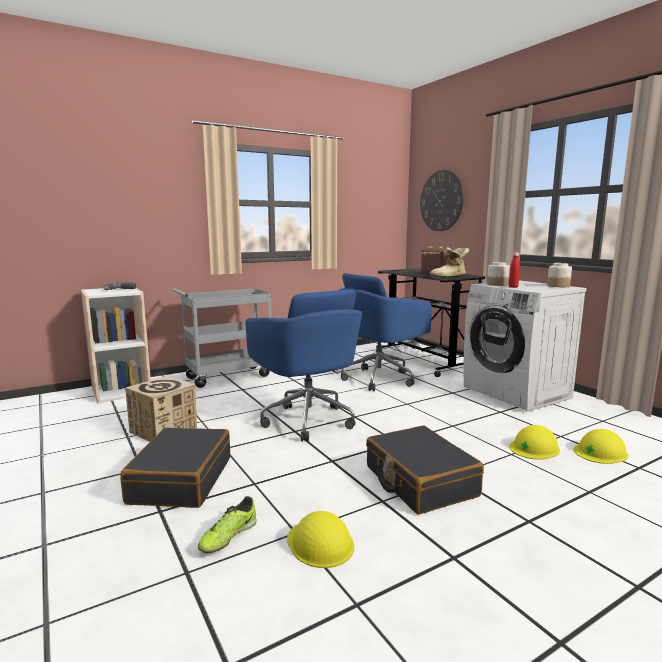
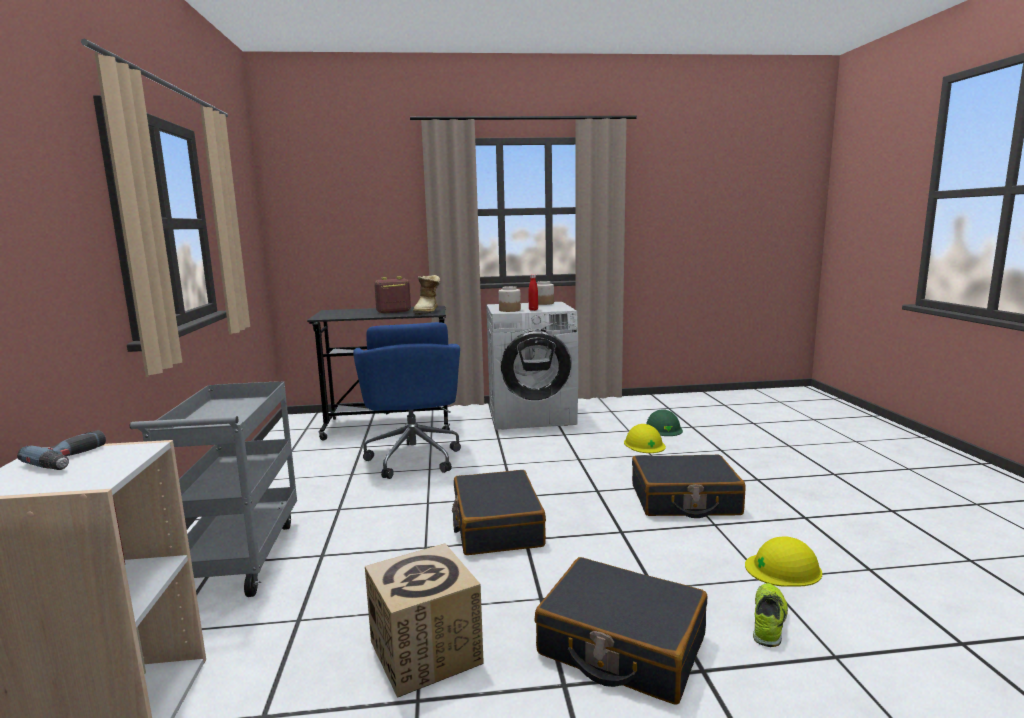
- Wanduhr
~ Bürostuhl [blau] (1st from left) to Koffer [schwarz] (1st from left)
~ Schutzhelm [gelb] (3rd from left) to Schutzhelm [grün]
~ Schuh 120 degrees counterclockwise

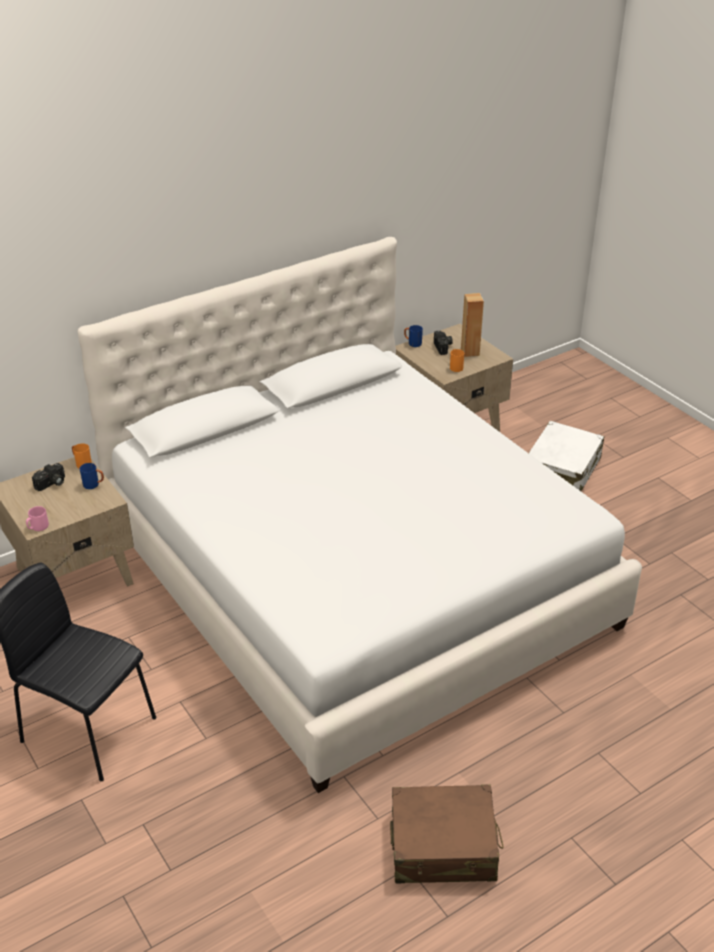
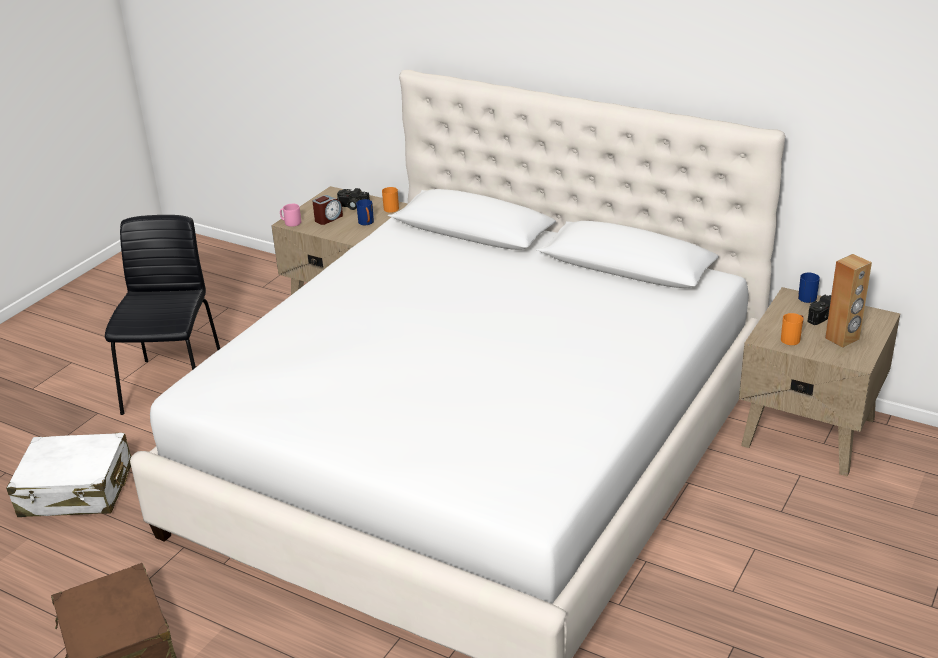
~ Koffer [weiß]
+ Wecker

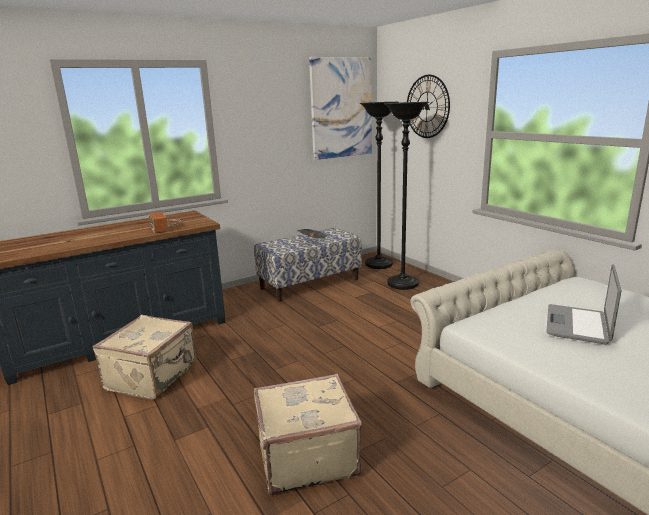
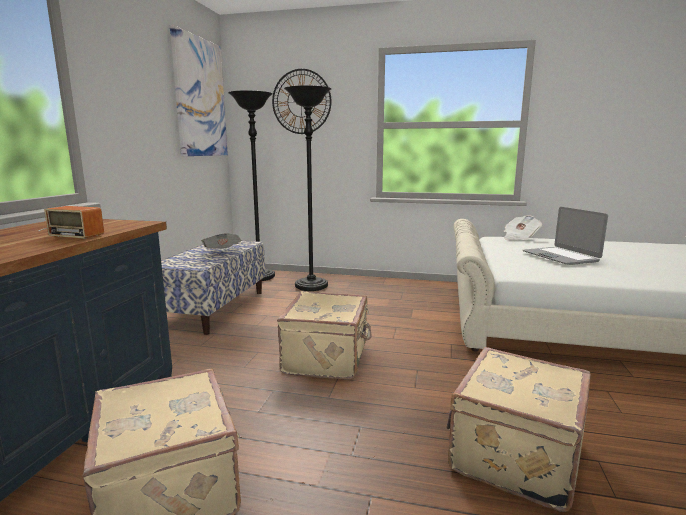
+ Zeitung (2nd from left)
+ Koffer [beige] (2nd from left)

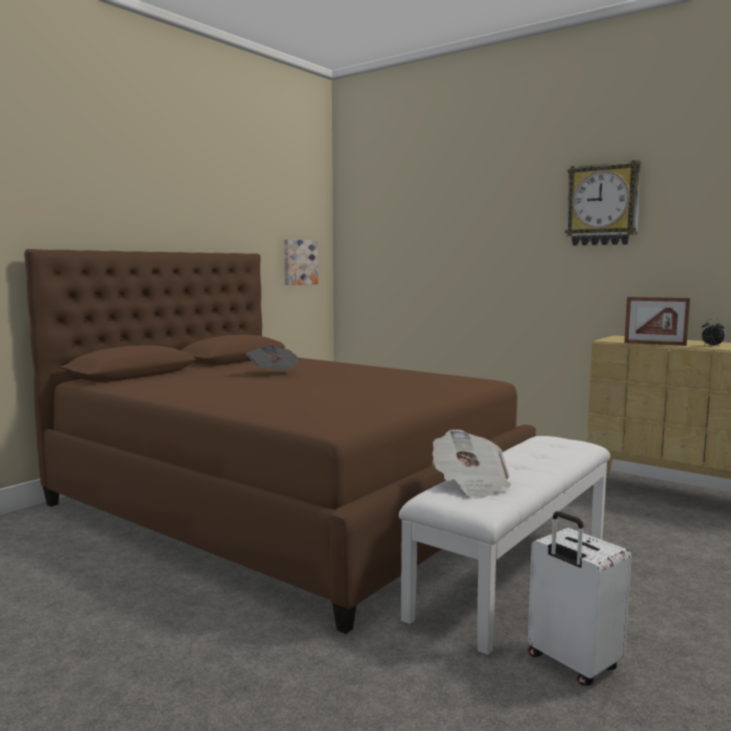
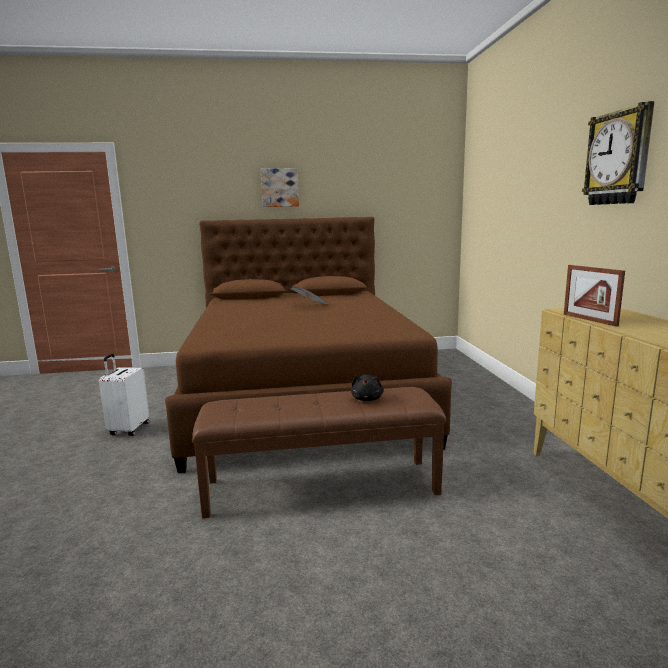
~ Bild
- Wecker
- Zeitung (2nd from left)
~ Bank [weiß] to Bank [braun]
~ Koffer [weiß]
+ Plüschtier [schwarz]

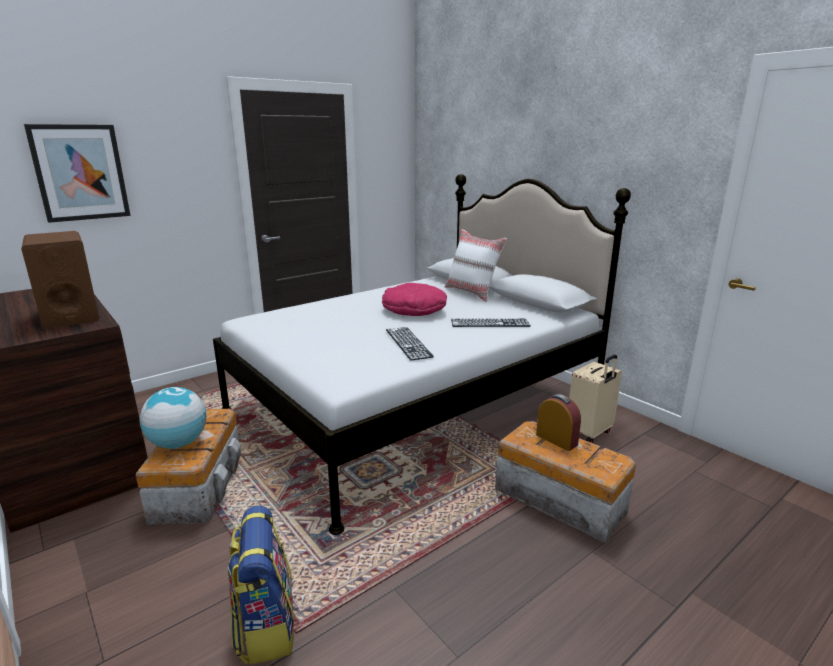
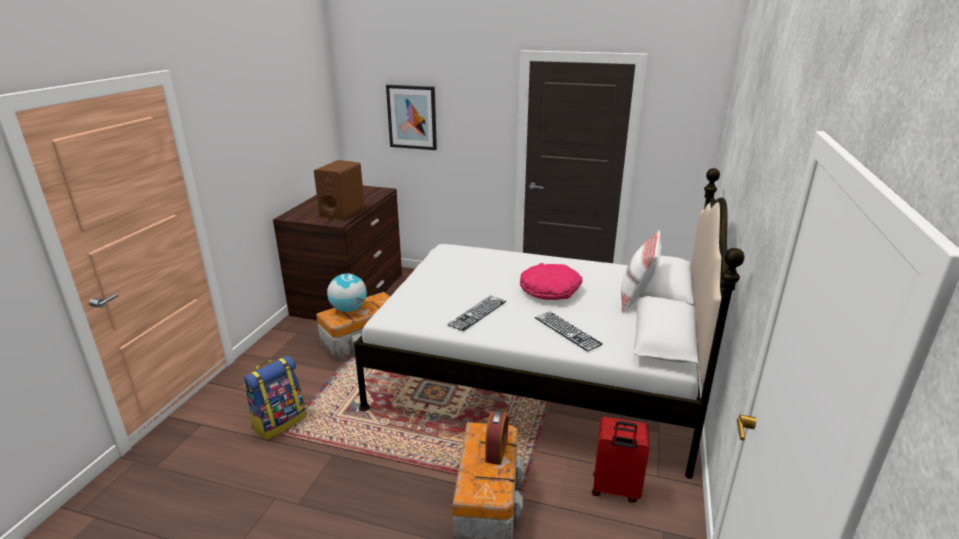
~ Koffer [beige] to Koffer [rot]

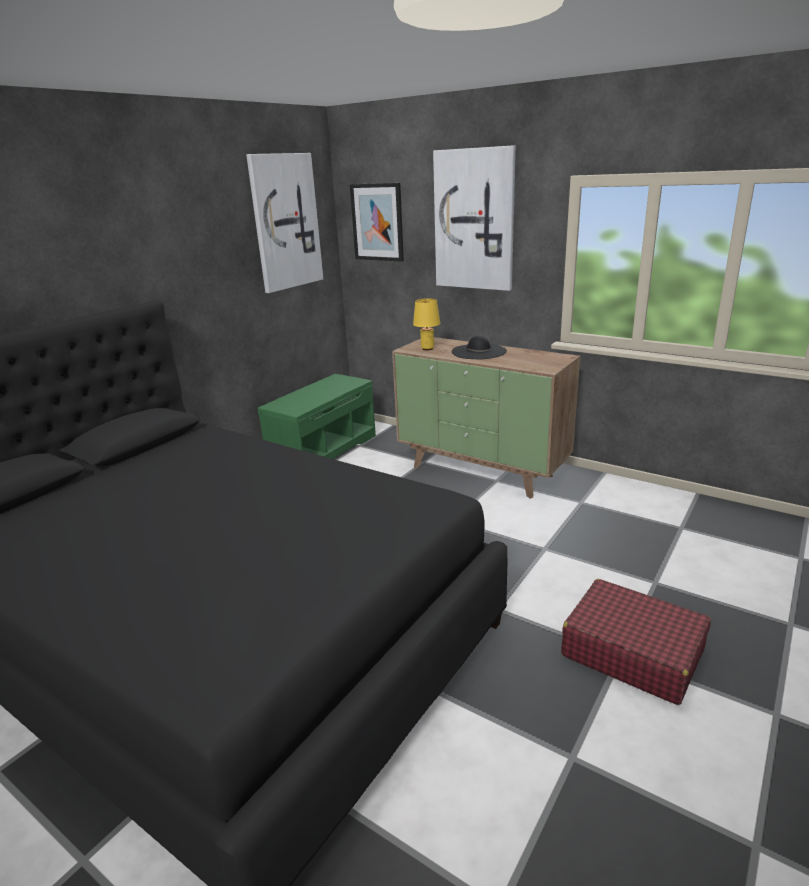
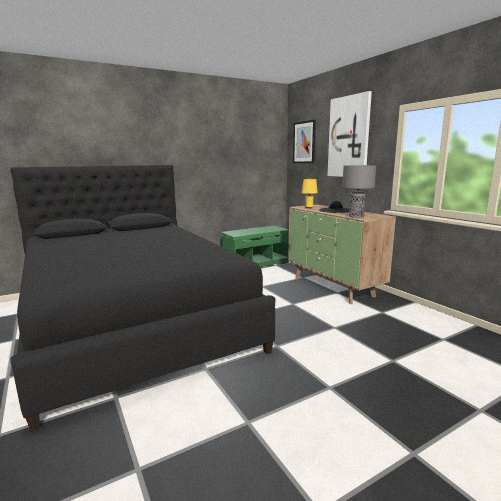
- Bild (1st from left)
- Koffer [rot]
+ Tischlampe [grau]

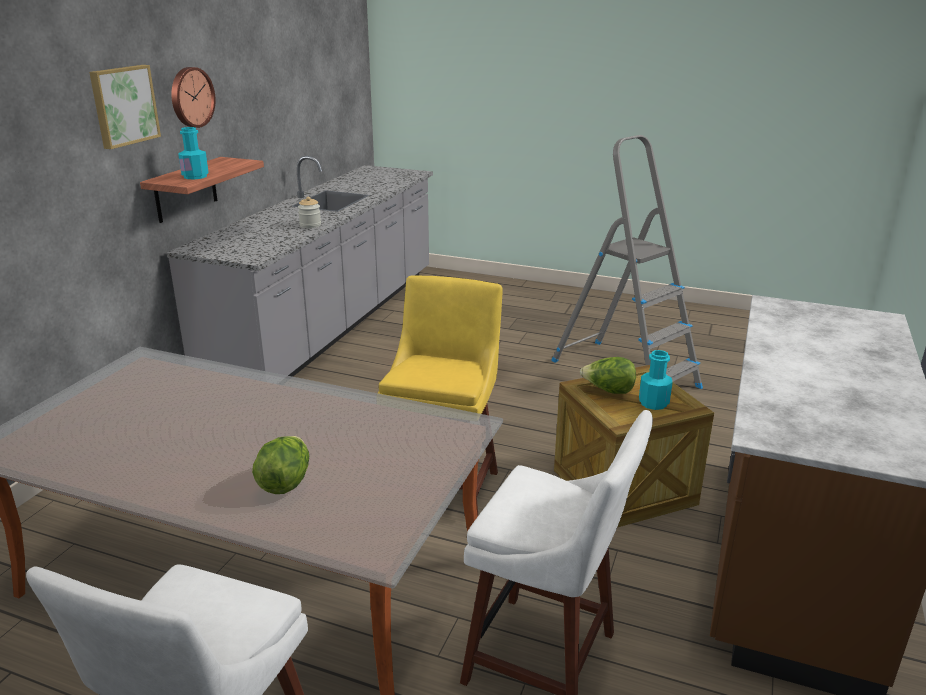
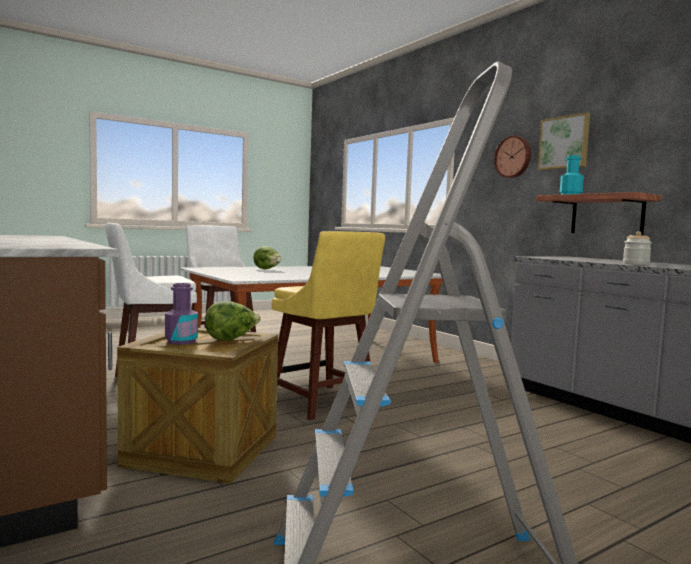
~ Wanduhr
~ Flasche [türkis] (2nd from left) to Flasche [lila]

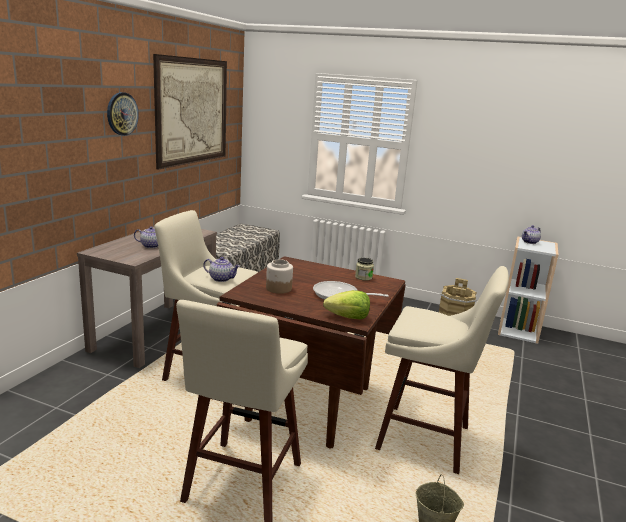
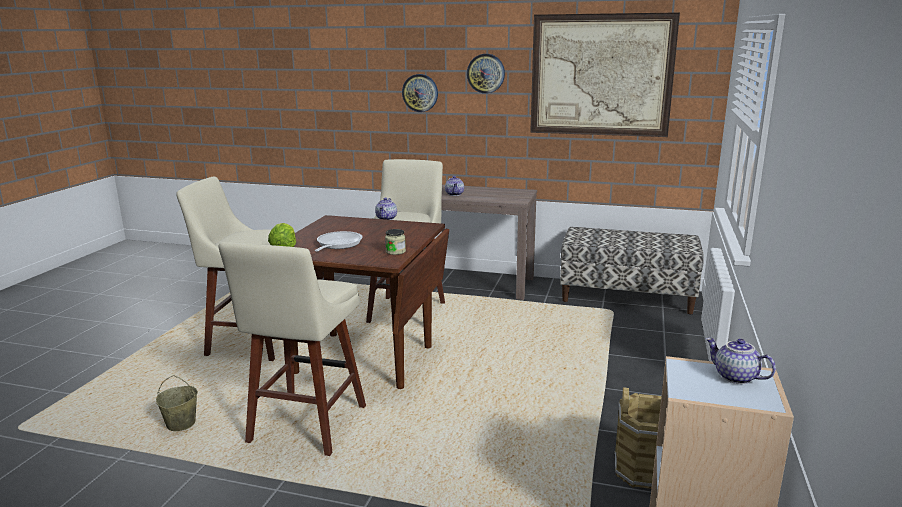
- Vorratsglas (1st from left)
+ Wanduhr (1st from left)

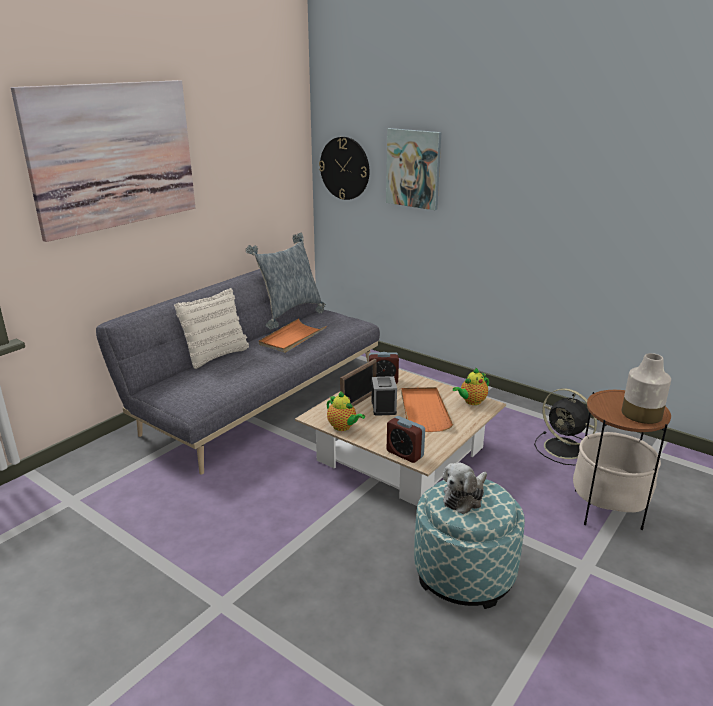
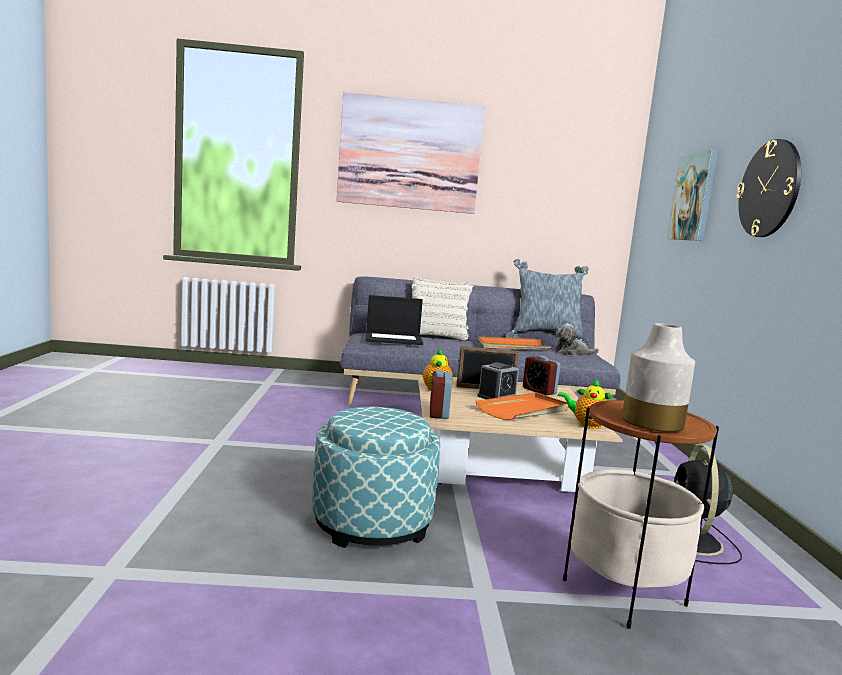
~ Wanduhr
~ Plüschtier
+ Laptop

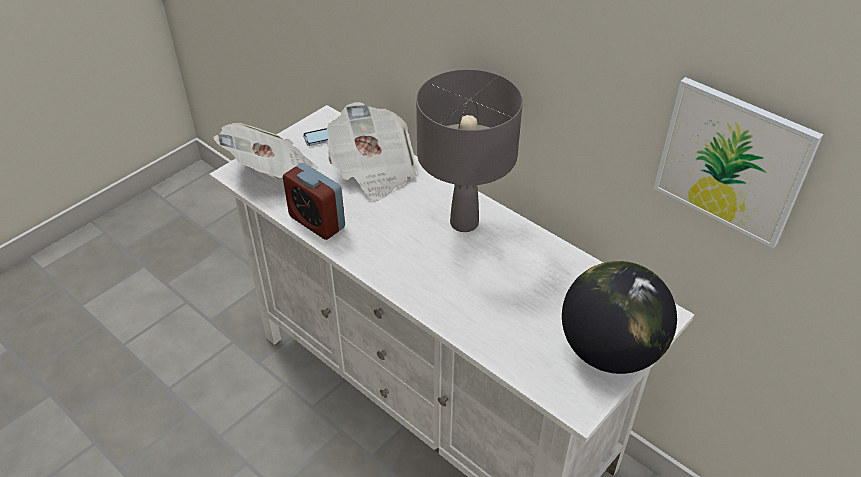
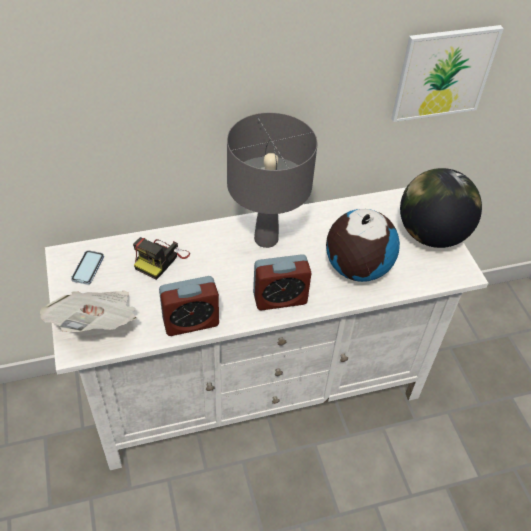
~ Zeitung (2nd from left) to Kamera
+ Globus (1st from left)
+ Wecker (2nd from left)

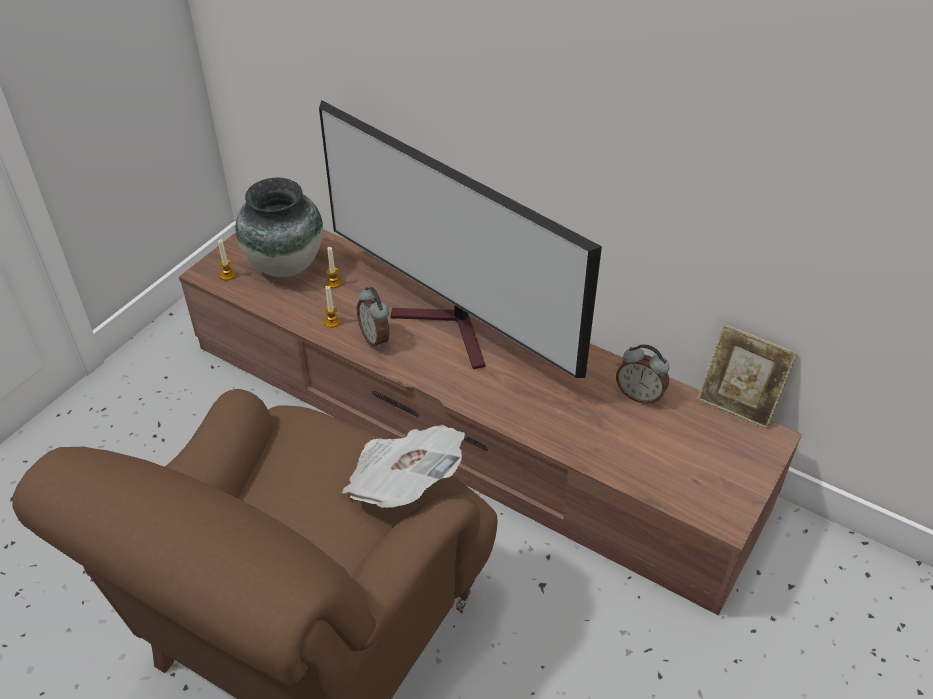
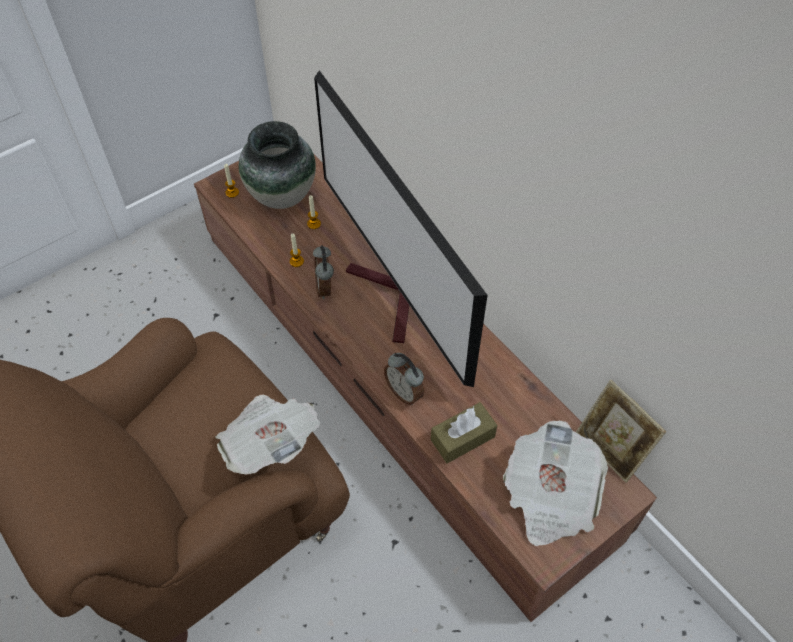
~ Wecker (2nd from left)
+ Taschentuchbox [braun]
+ Zeitung (2nd from left)

